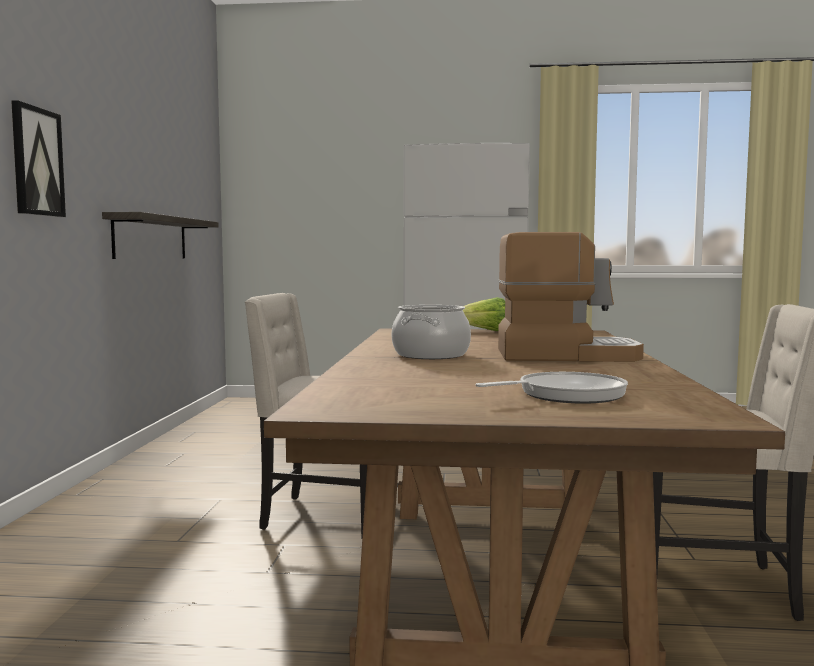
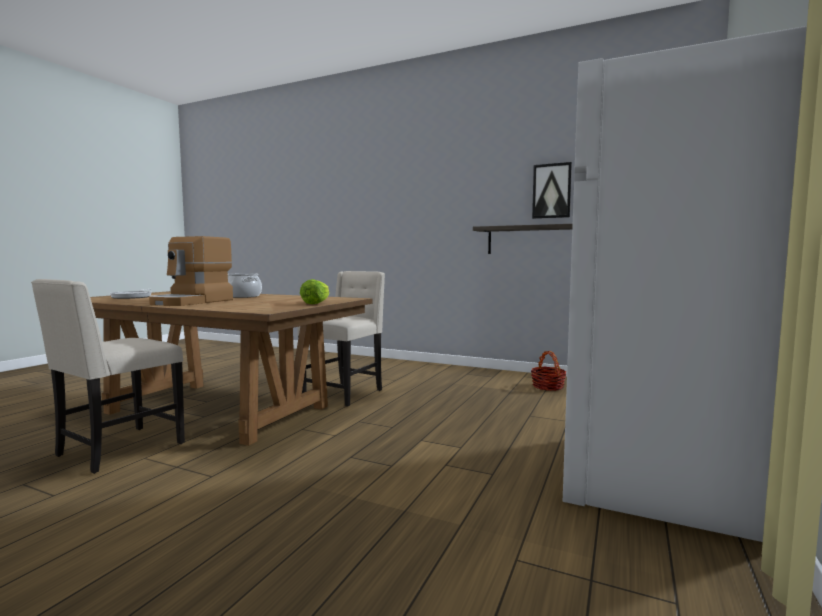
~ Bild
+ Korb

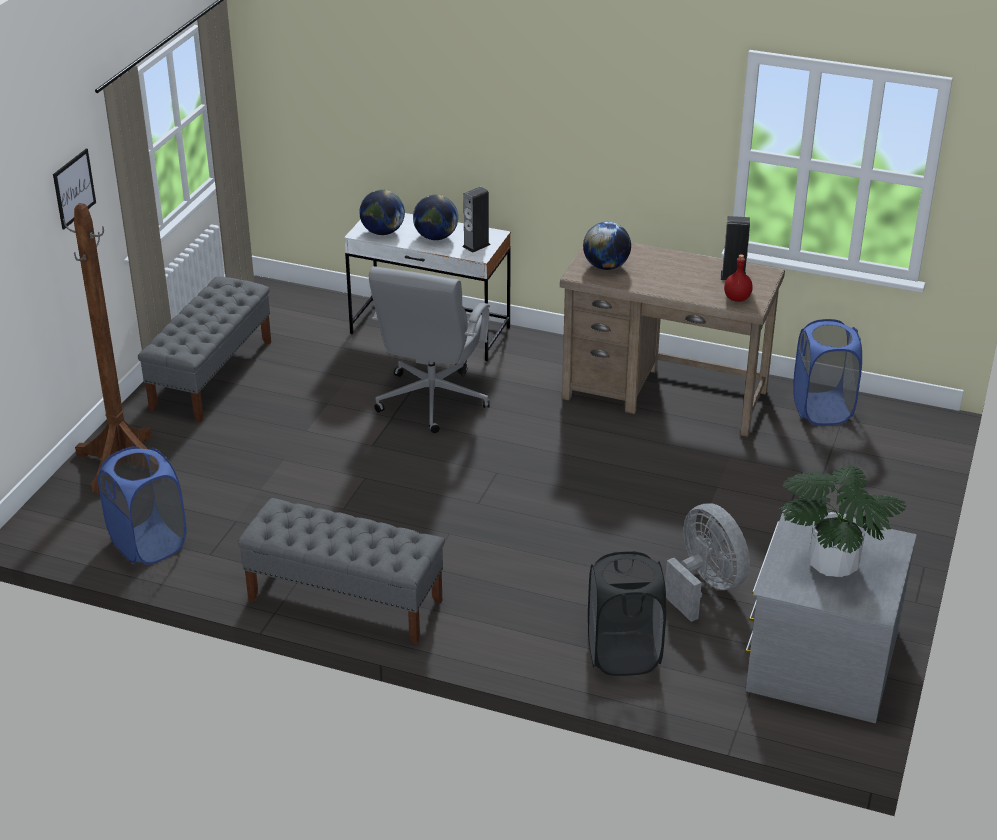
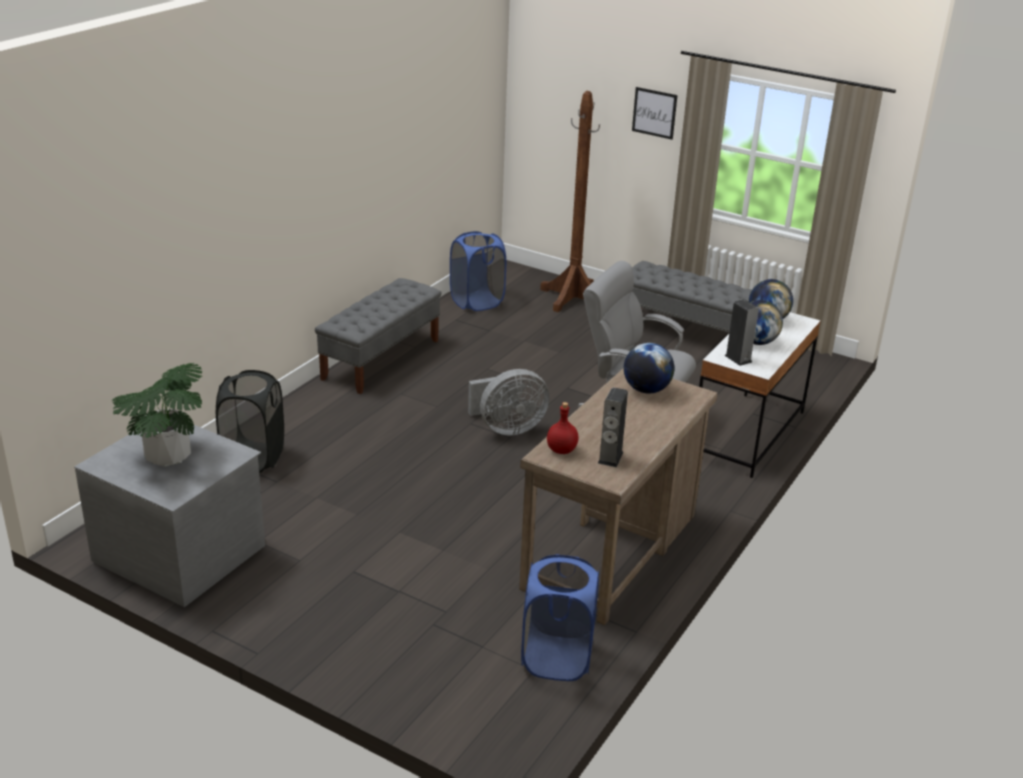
~ Ventilator [grau]

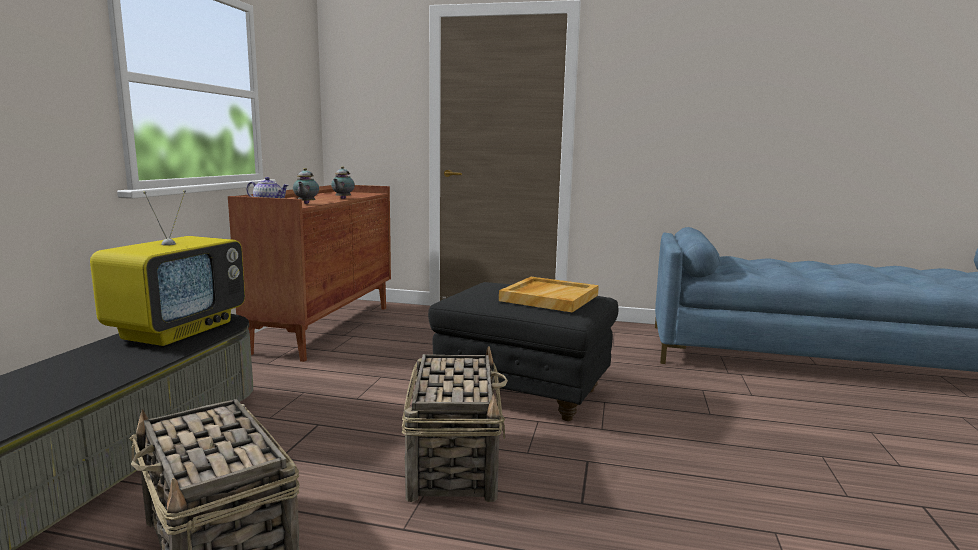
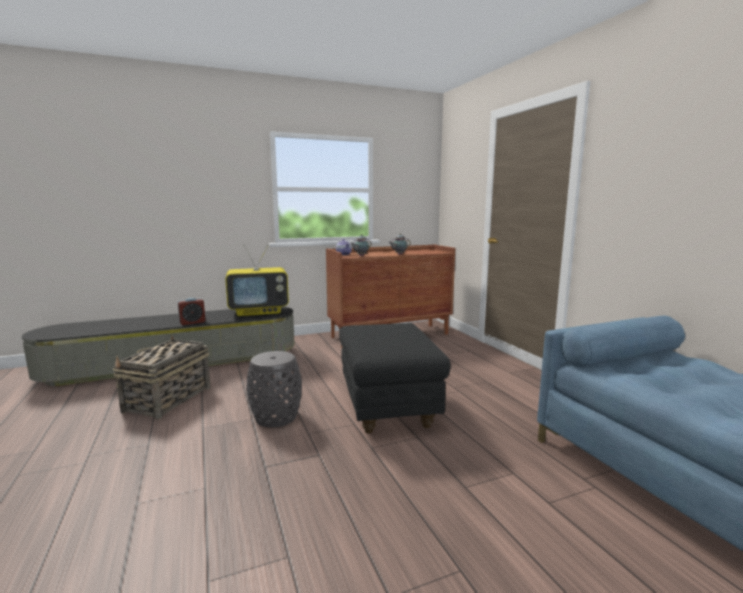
- Tablett [beige]
~ Korb (2nd from left) to Hocker [grau]
+ Wecker

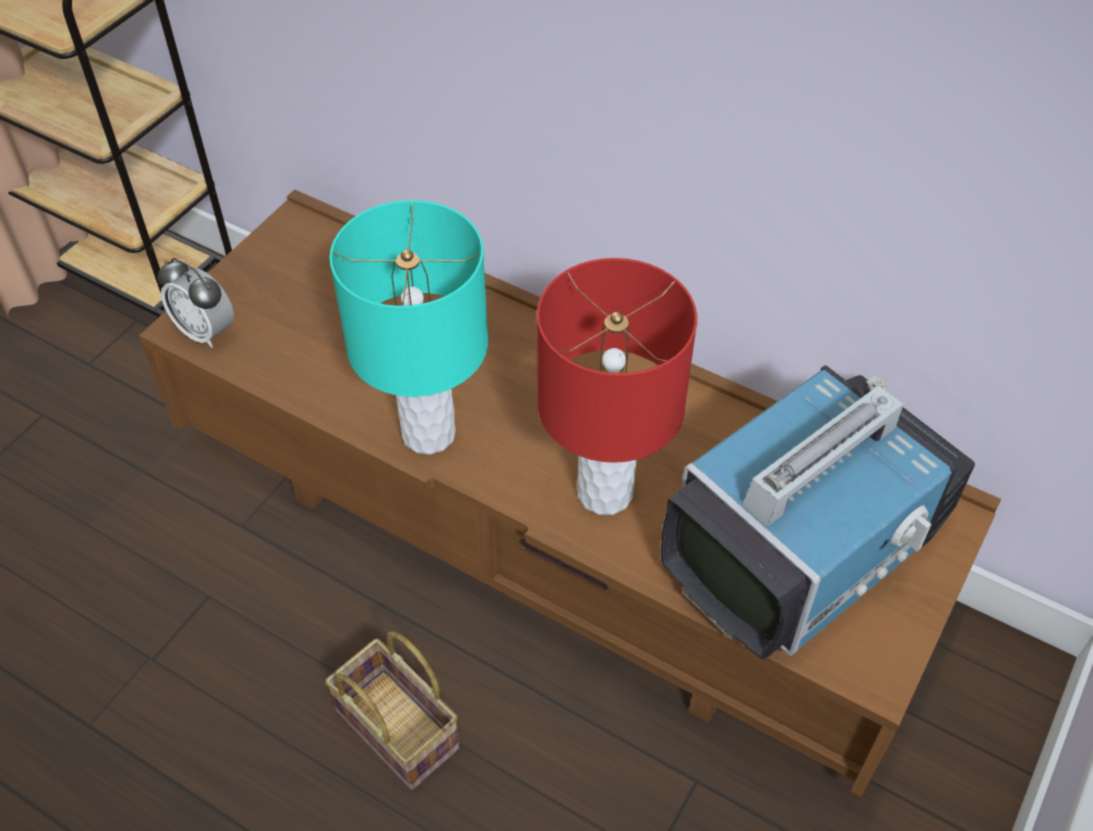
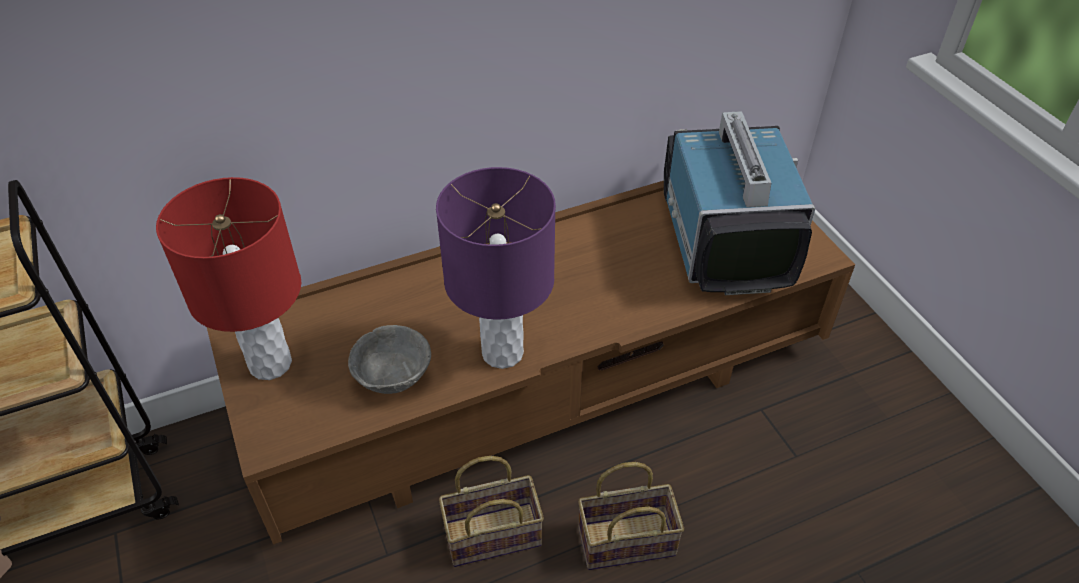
~ Tischlampe [türkis] to Tischlampe [lila]
- Wecker
~ Tischlampe [rot]
+ Schüssel [grau]
+ Korb (1st from left)

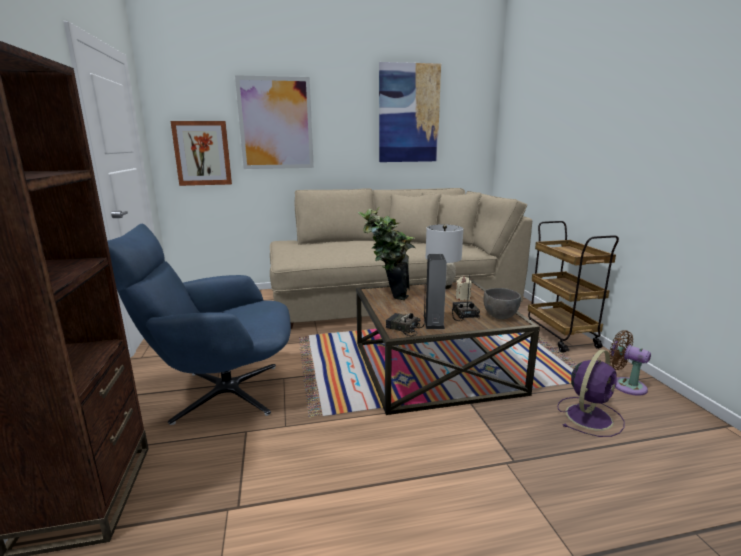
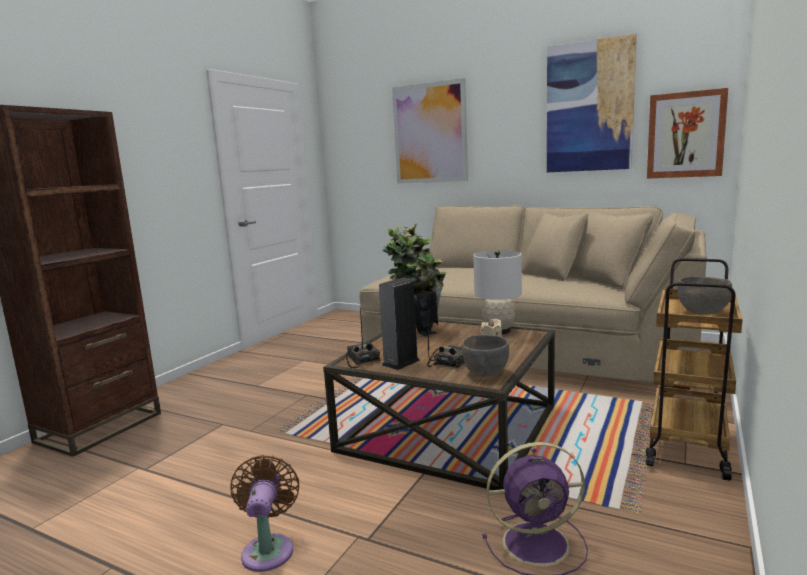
~ Bild (1st from left in the first image) to Bild (3rd from left)
- Sessel [blau]
~ Ventilator [braun]
+ Schüssel [grau] (2nd from left)

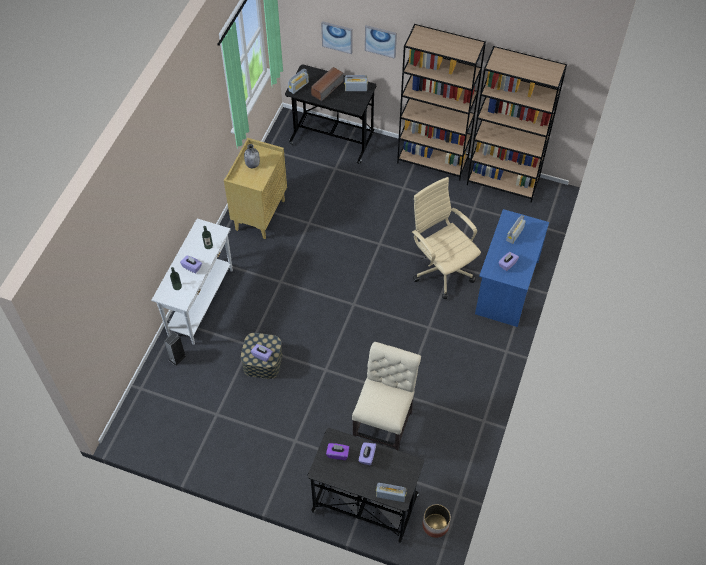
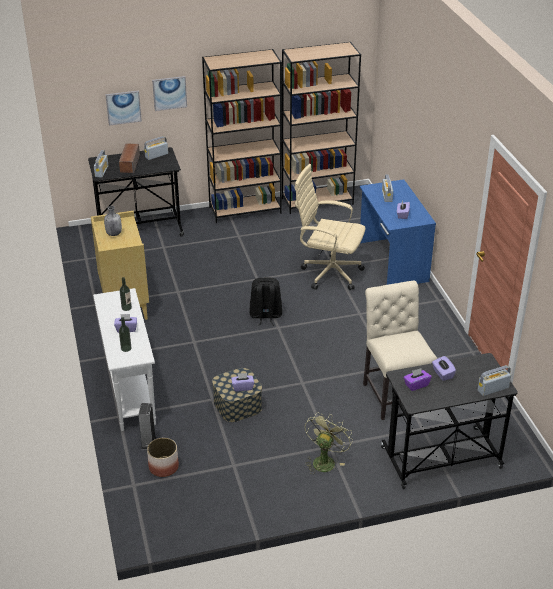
~ Pflanzkübel
+ Rucksack [schwarz]
+ Ventilator [grün]

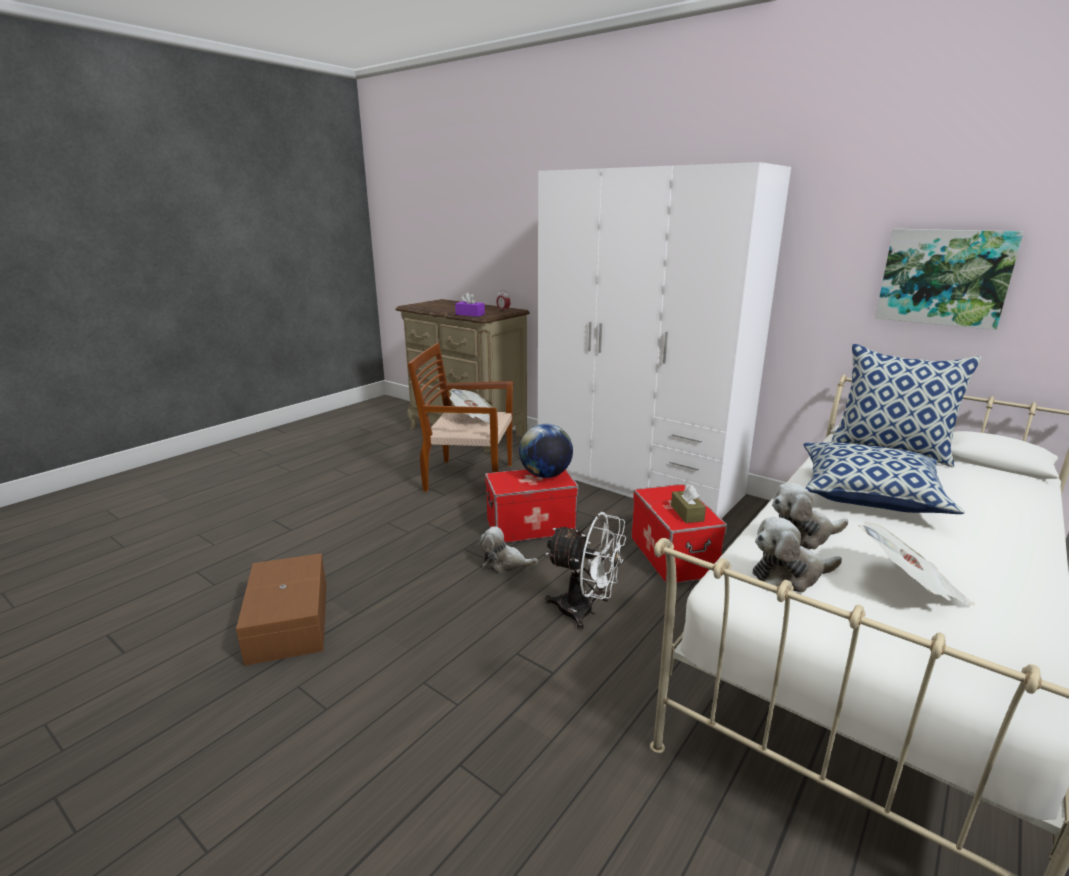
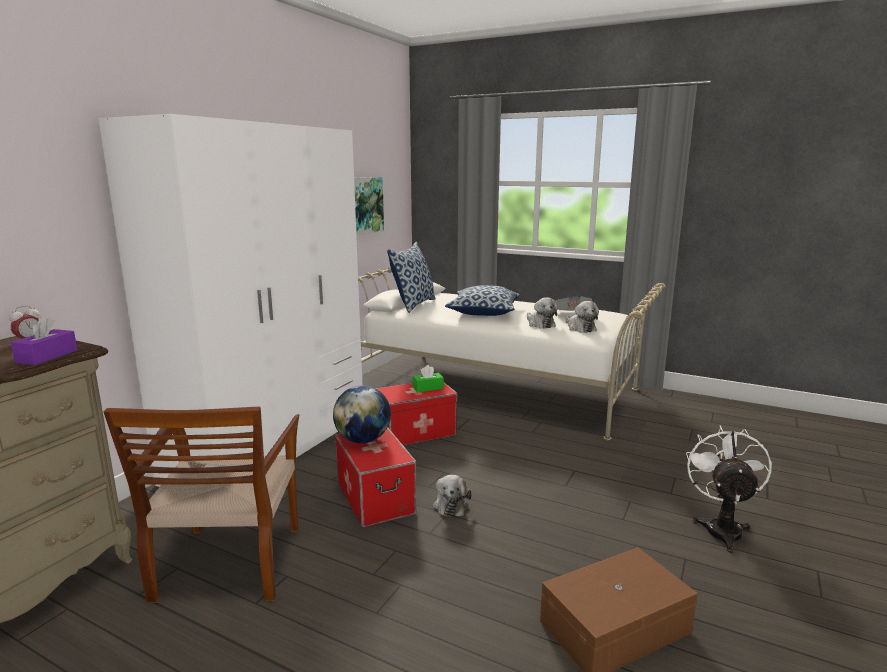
~ Taschentuchbox [braun] to Taschentuchbox [grün]
~ Ventilator [weiß]

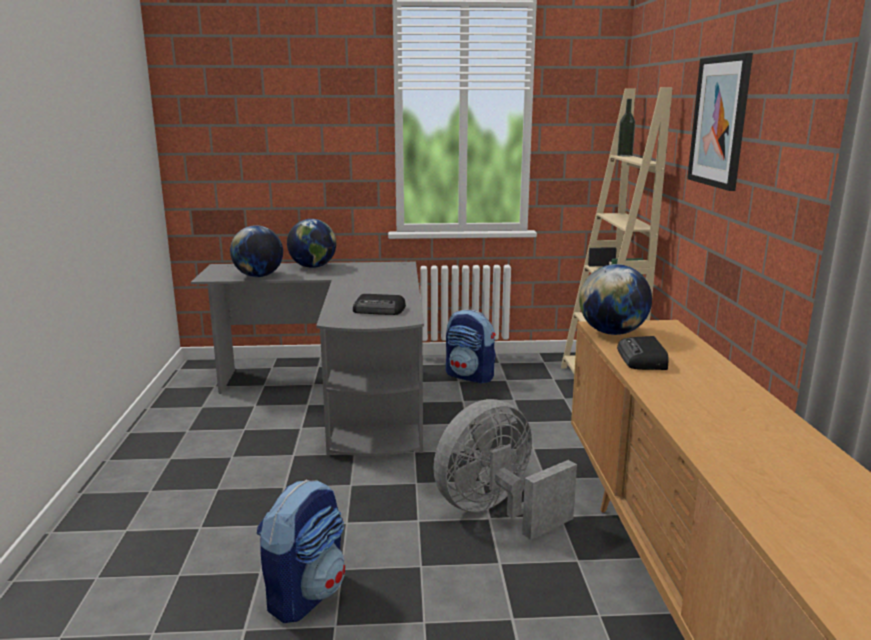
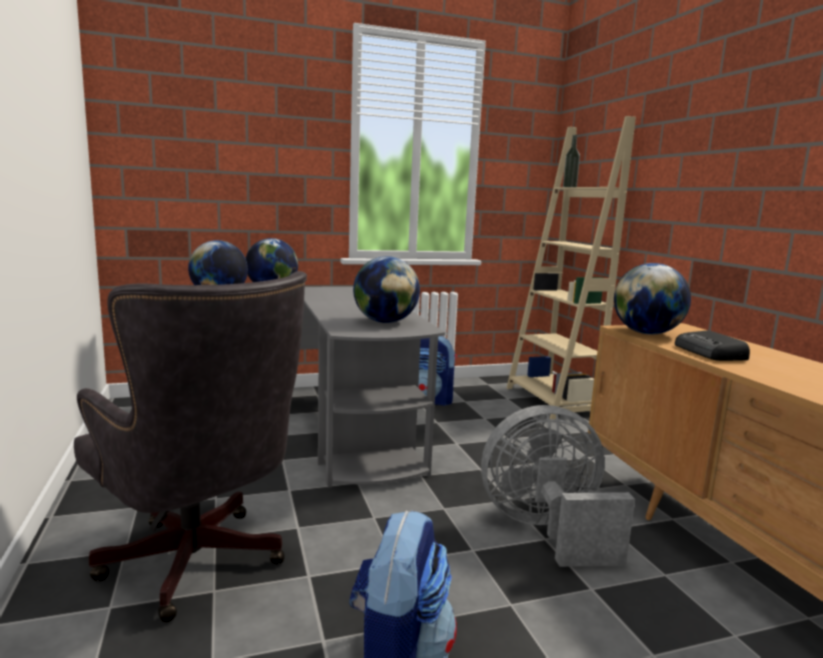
- Bild
~ Radio (1st from left) to Globus (3rd from left)
~ Ventilator [grau] 45 degrees clockwise
+ Bürostuhl [grau]

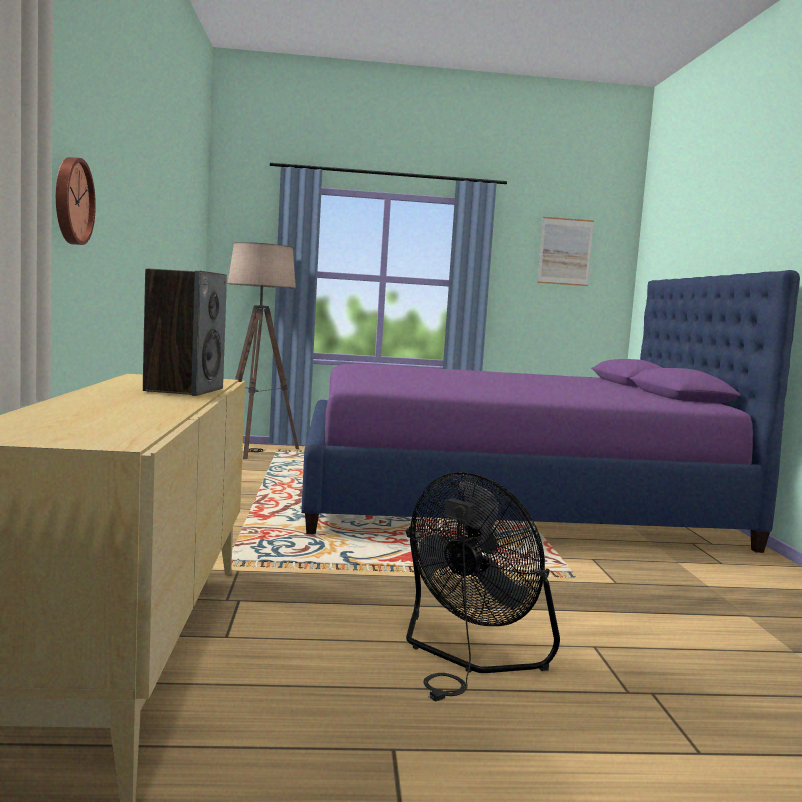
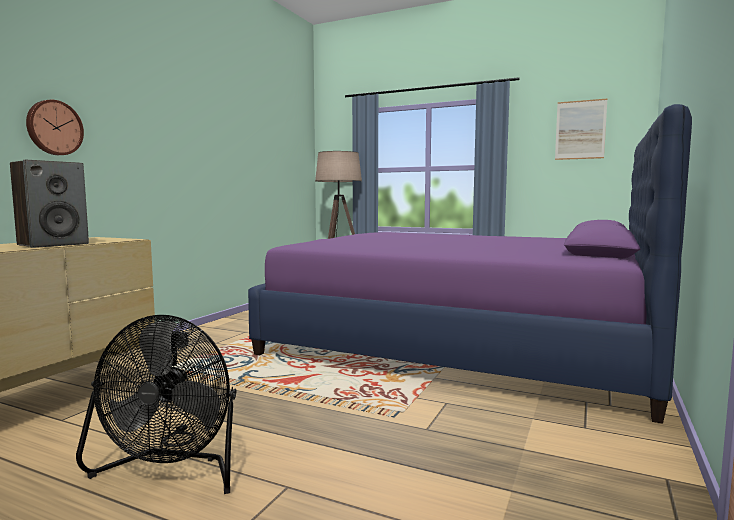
~ Ventilator [schwarz] 120 degrees clockwise

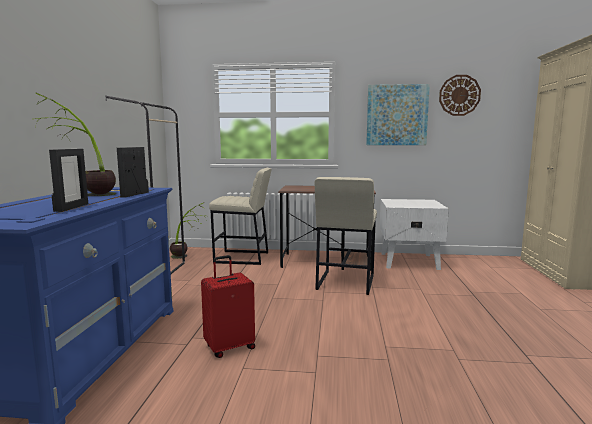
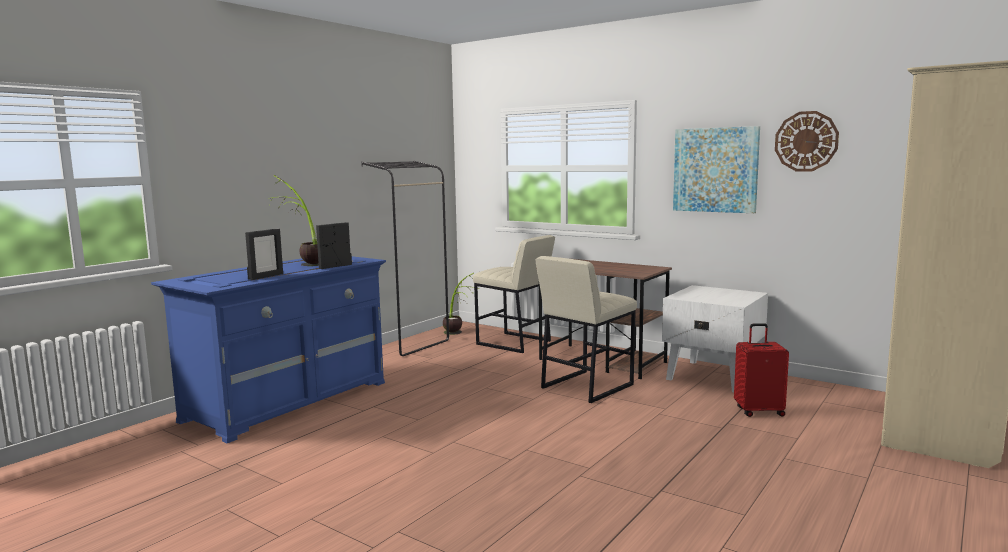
~ Koffer [rot]

